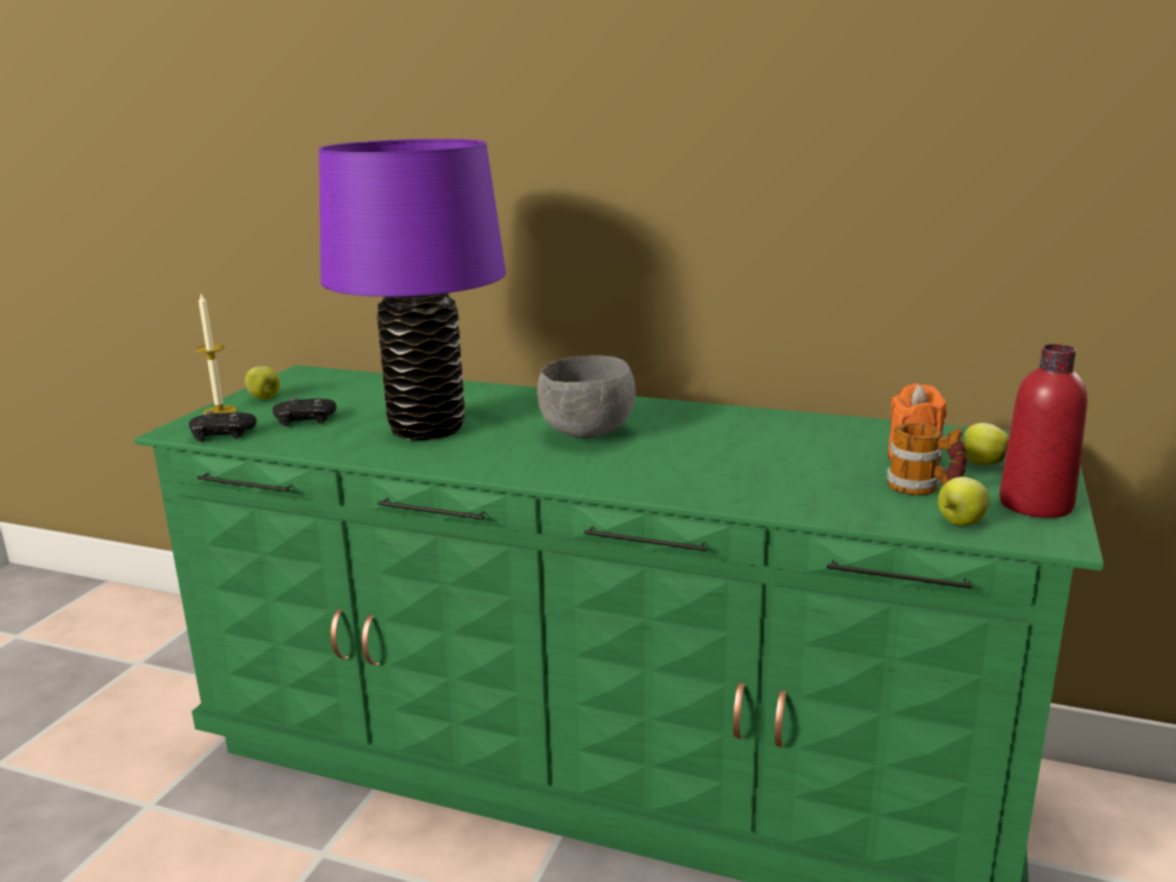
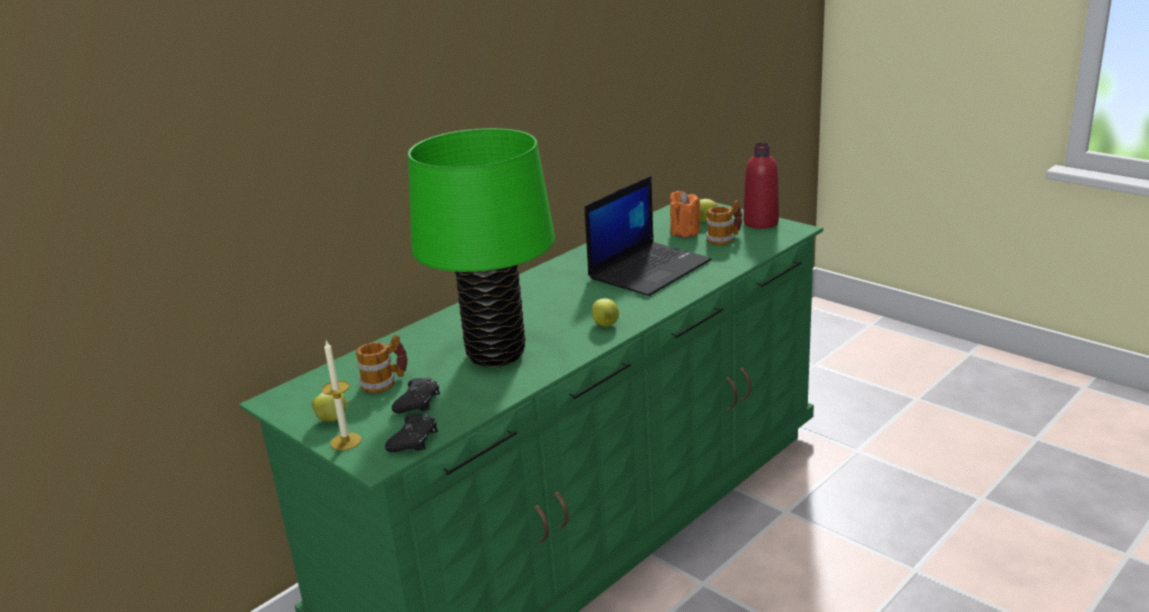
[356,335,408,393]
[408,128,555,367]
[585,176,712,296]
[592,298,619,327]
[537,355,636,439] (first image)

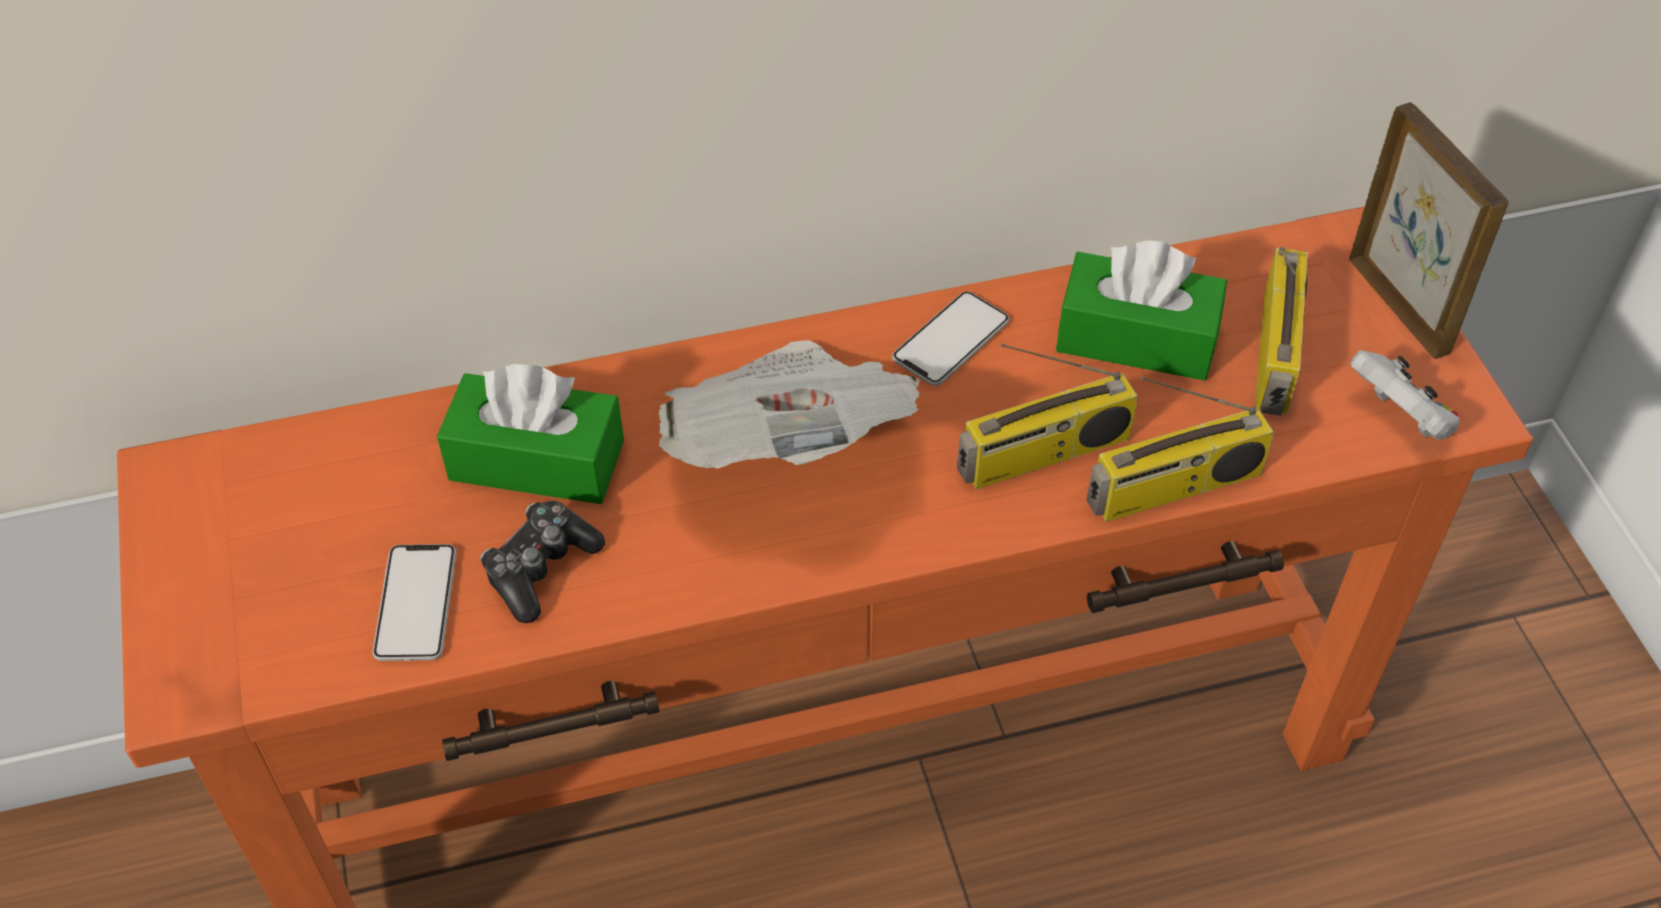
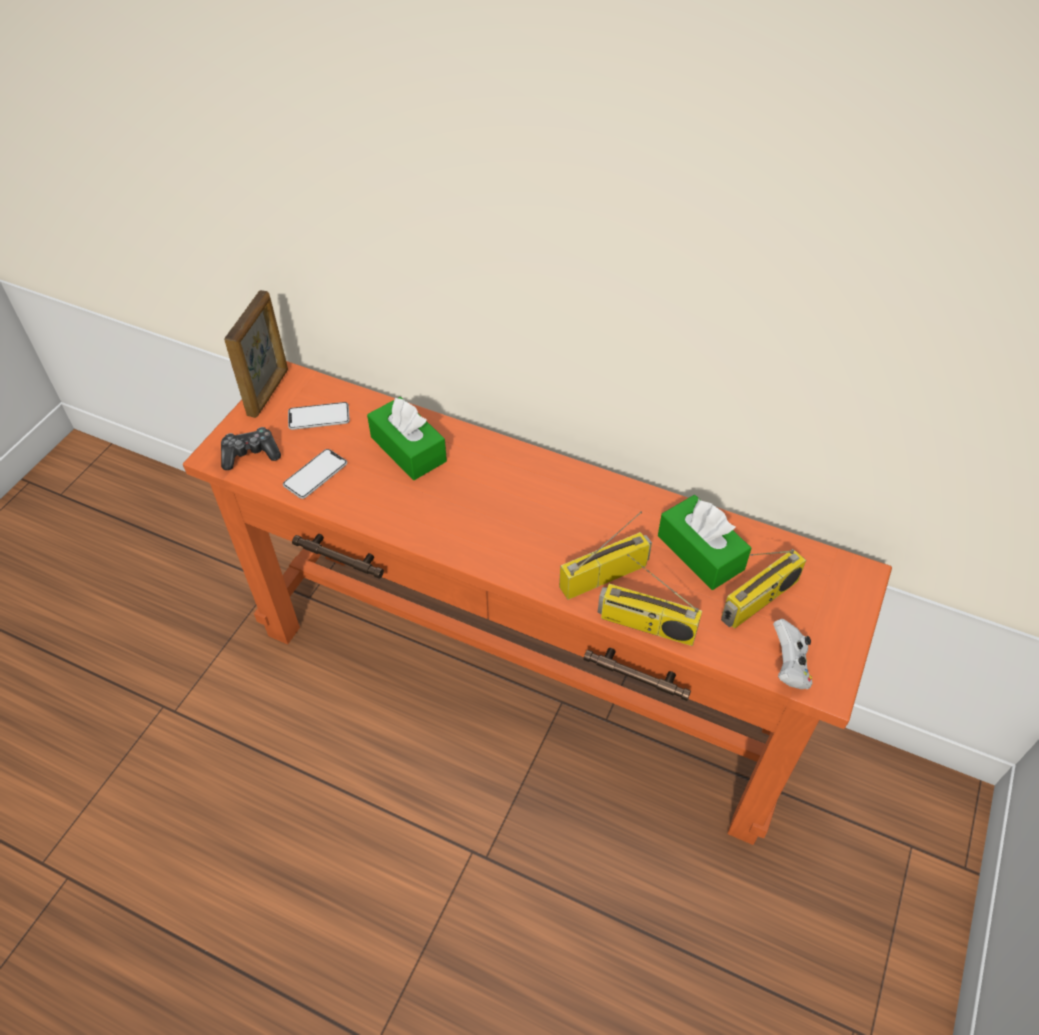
[221,427,281,470]
[224,290,288,418]
[288,402,350,430]
[559,512,652,600]
[658,340,920,469] (first image)

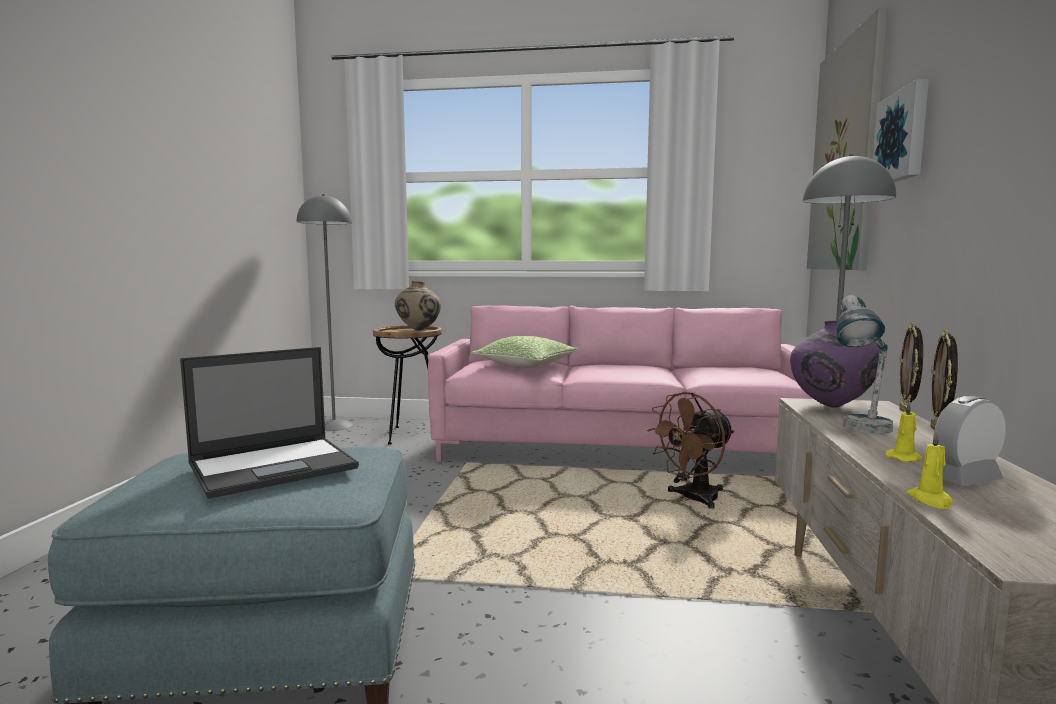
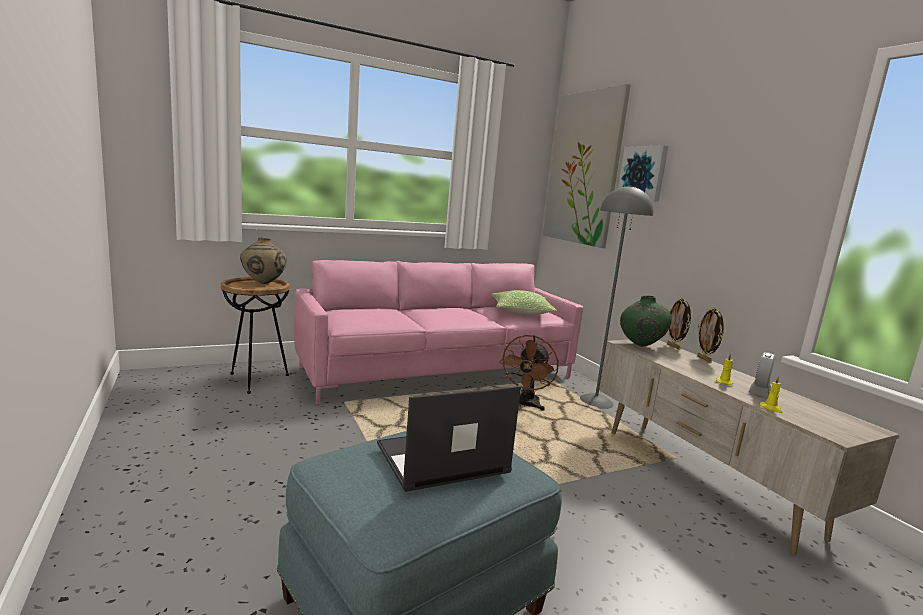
[377,385,521,492]
[492,290,557,315]
[620,295,672,347]
[297,194,354,431] (first image)
[836,295,893,434] (first image)

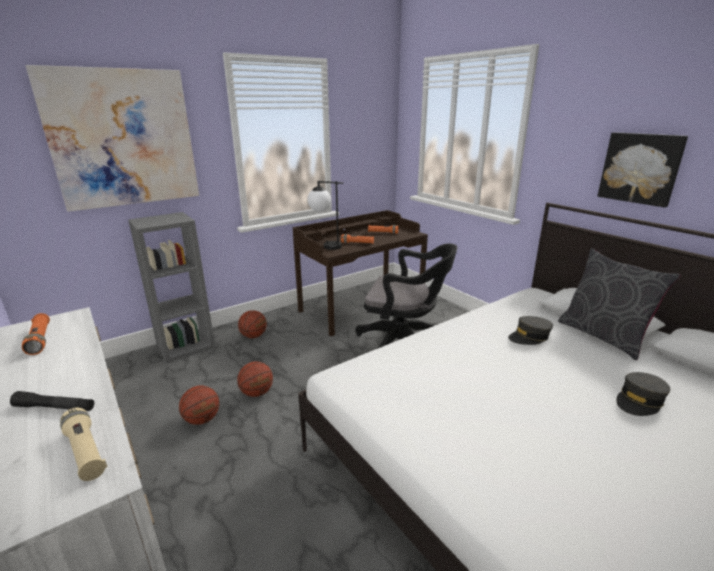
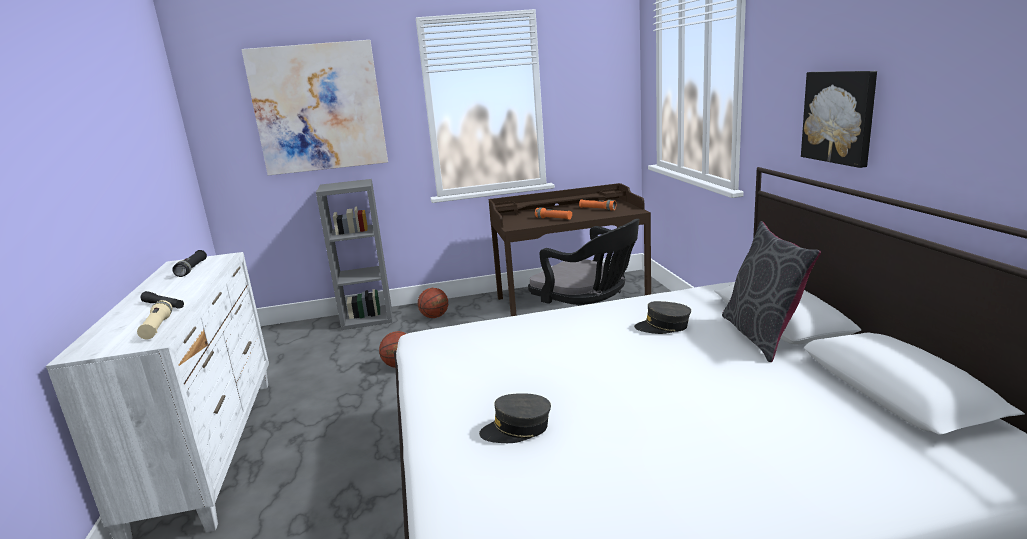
[172,250,207,277]
[479,393,551,443]
[179,385,219,425] (first image)
[307,181,343,250] (first image)

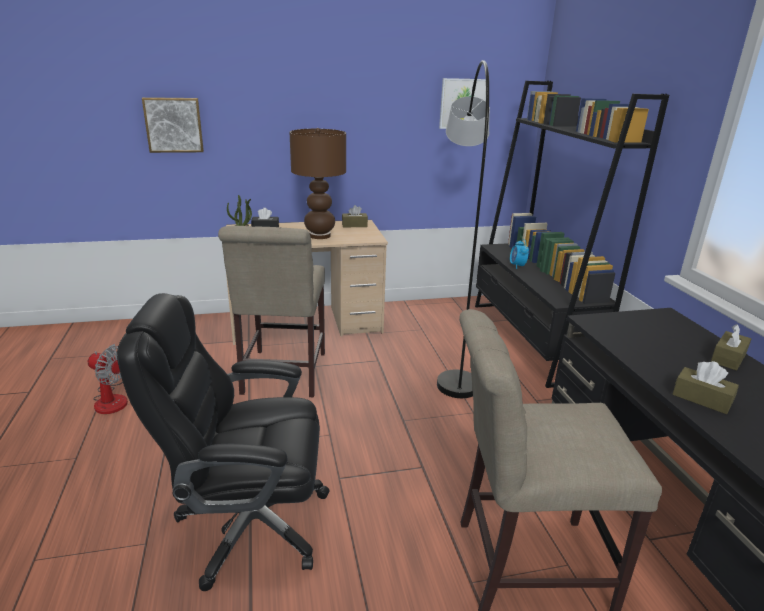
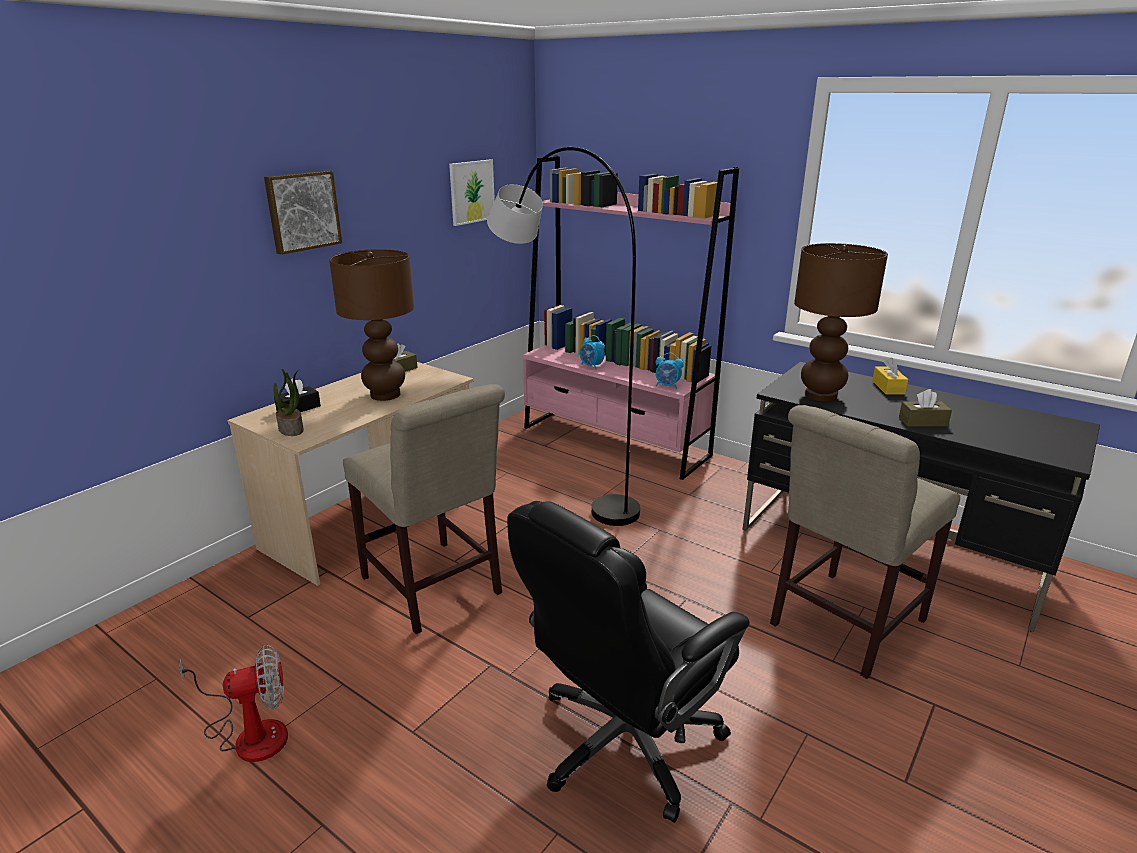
[264,170,342,255]
[523,155,739,480]
[655,353,684,389]
[794,243,888,401]
[872,358,908,395]

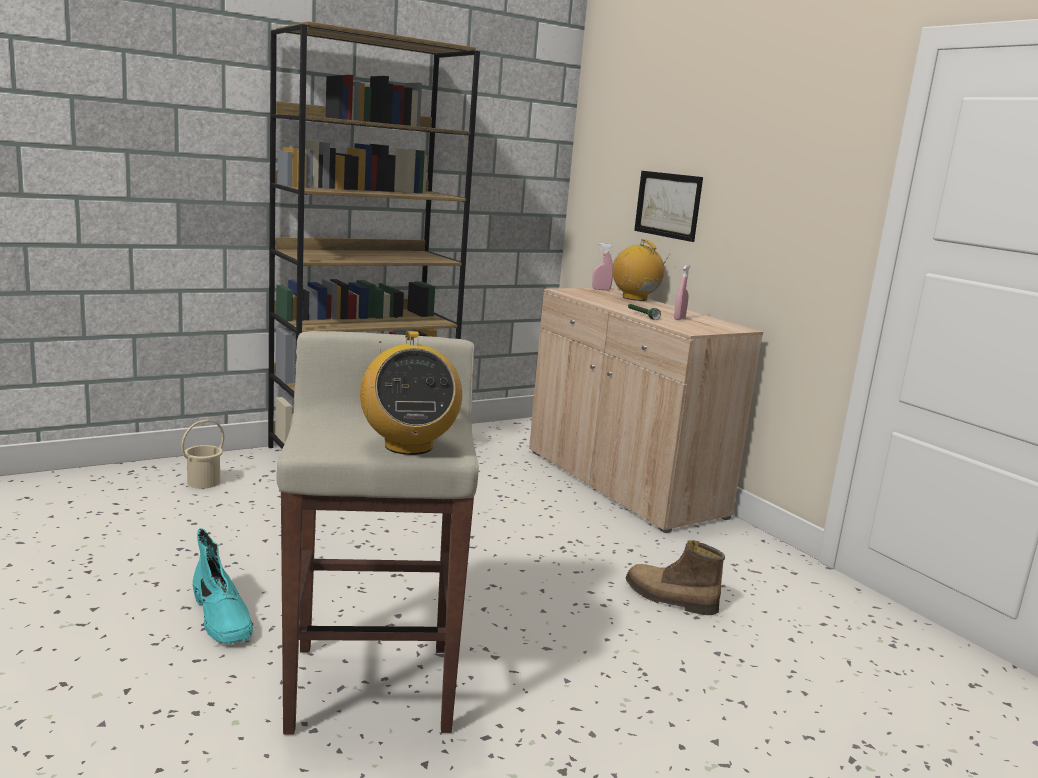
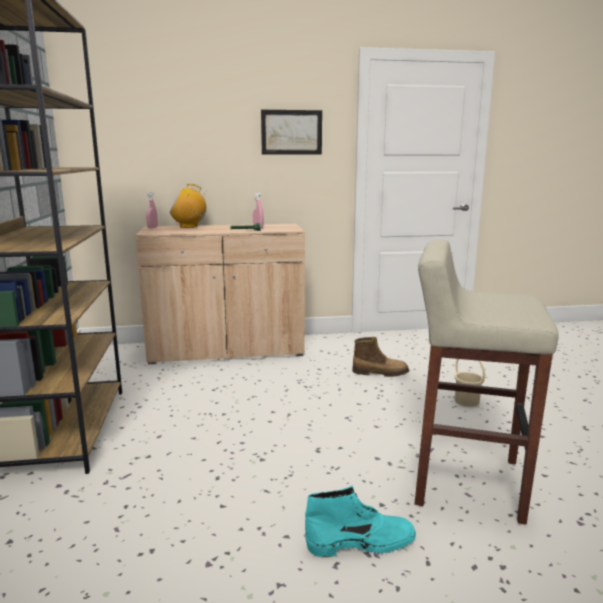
[261,110,322,155]
[352,337,409,377]
[454,359,485,407]
[360,331,462,455] (first image)

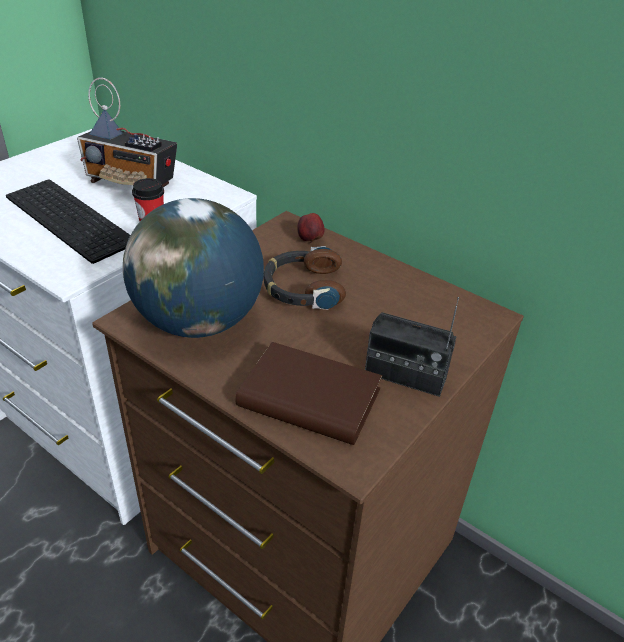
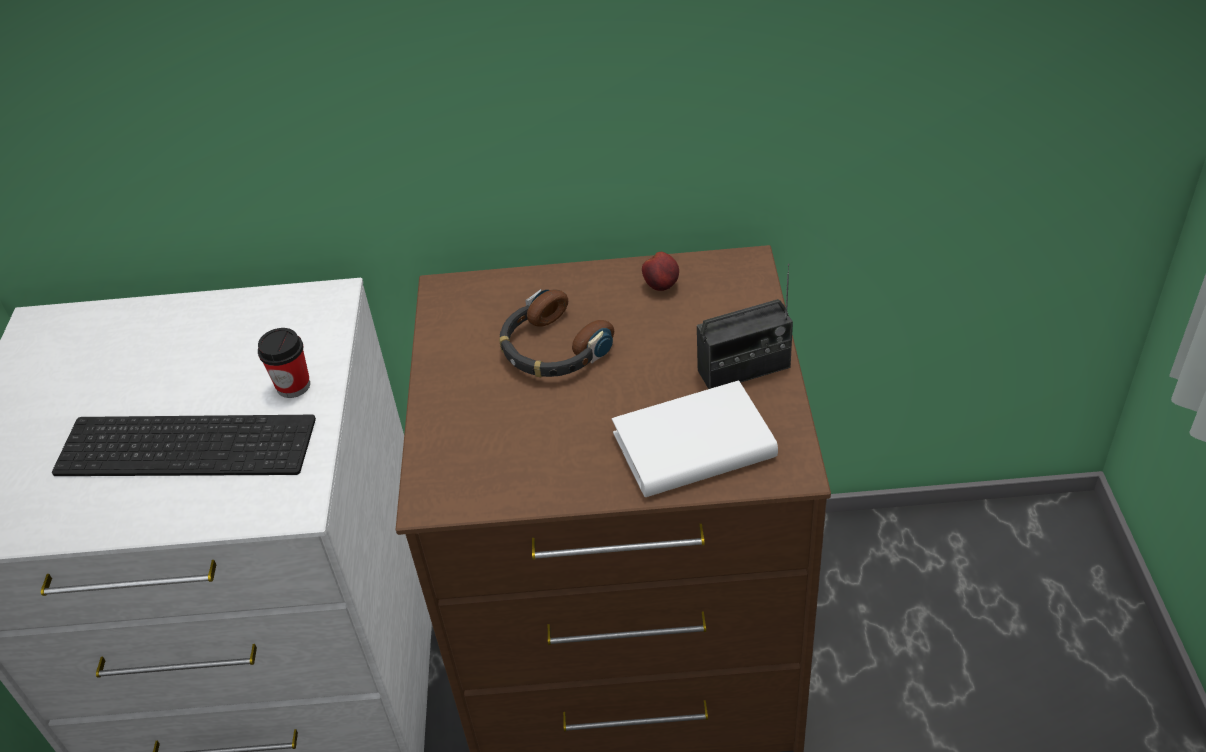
[612,380,778,497]
[642,252,679,291]
[77,77,177,187] (first image)
[123,198,264,338] (first image)

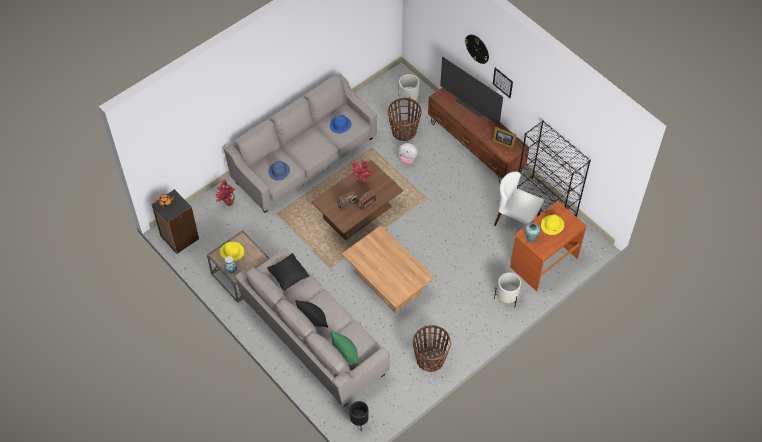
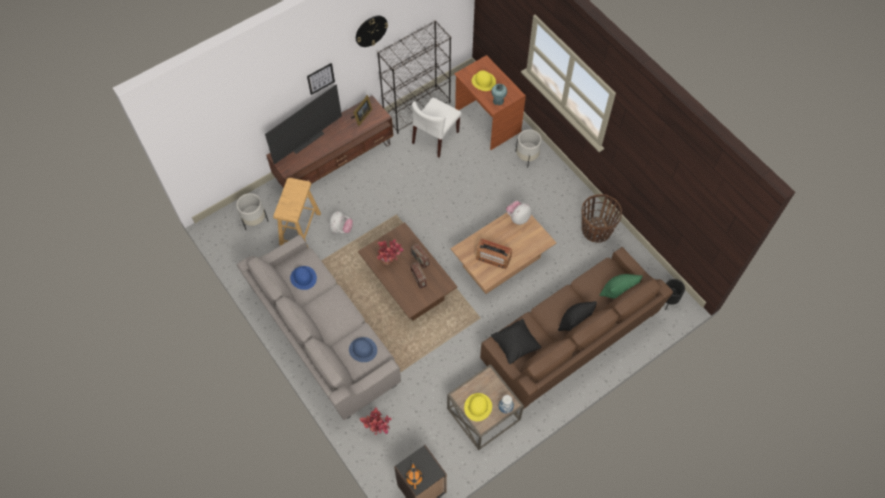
[273,178,321,247]
[356,16,388,47]
[476,238,512,269]
[480,247,673,409]
[506,201,532,225]

